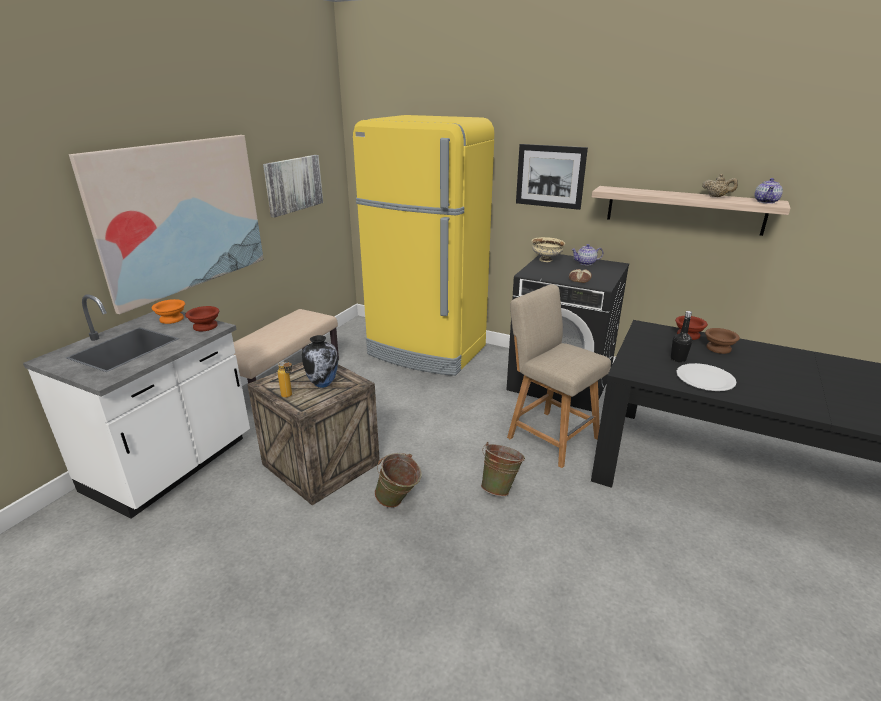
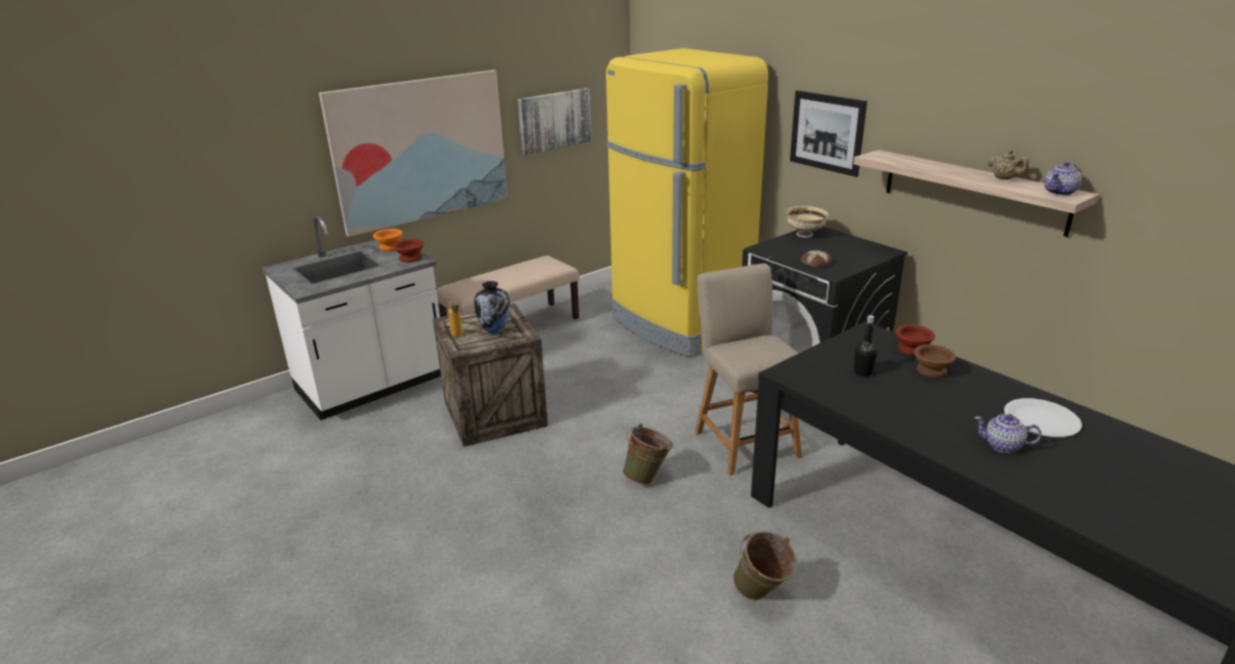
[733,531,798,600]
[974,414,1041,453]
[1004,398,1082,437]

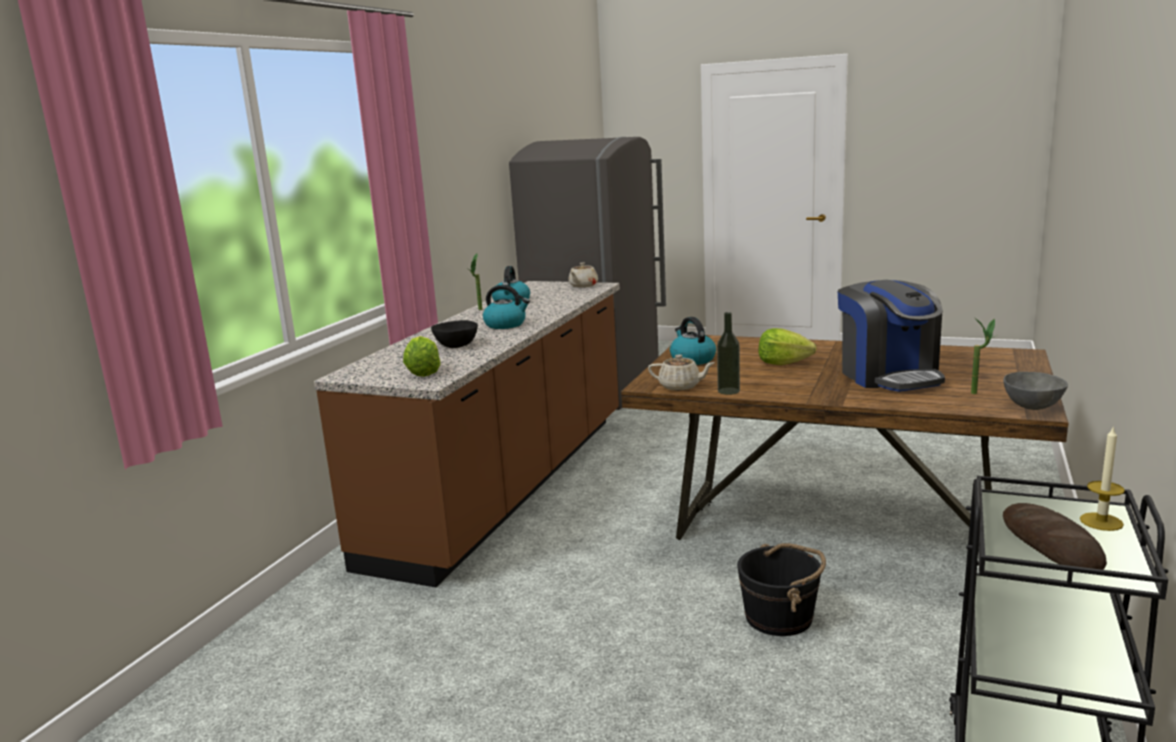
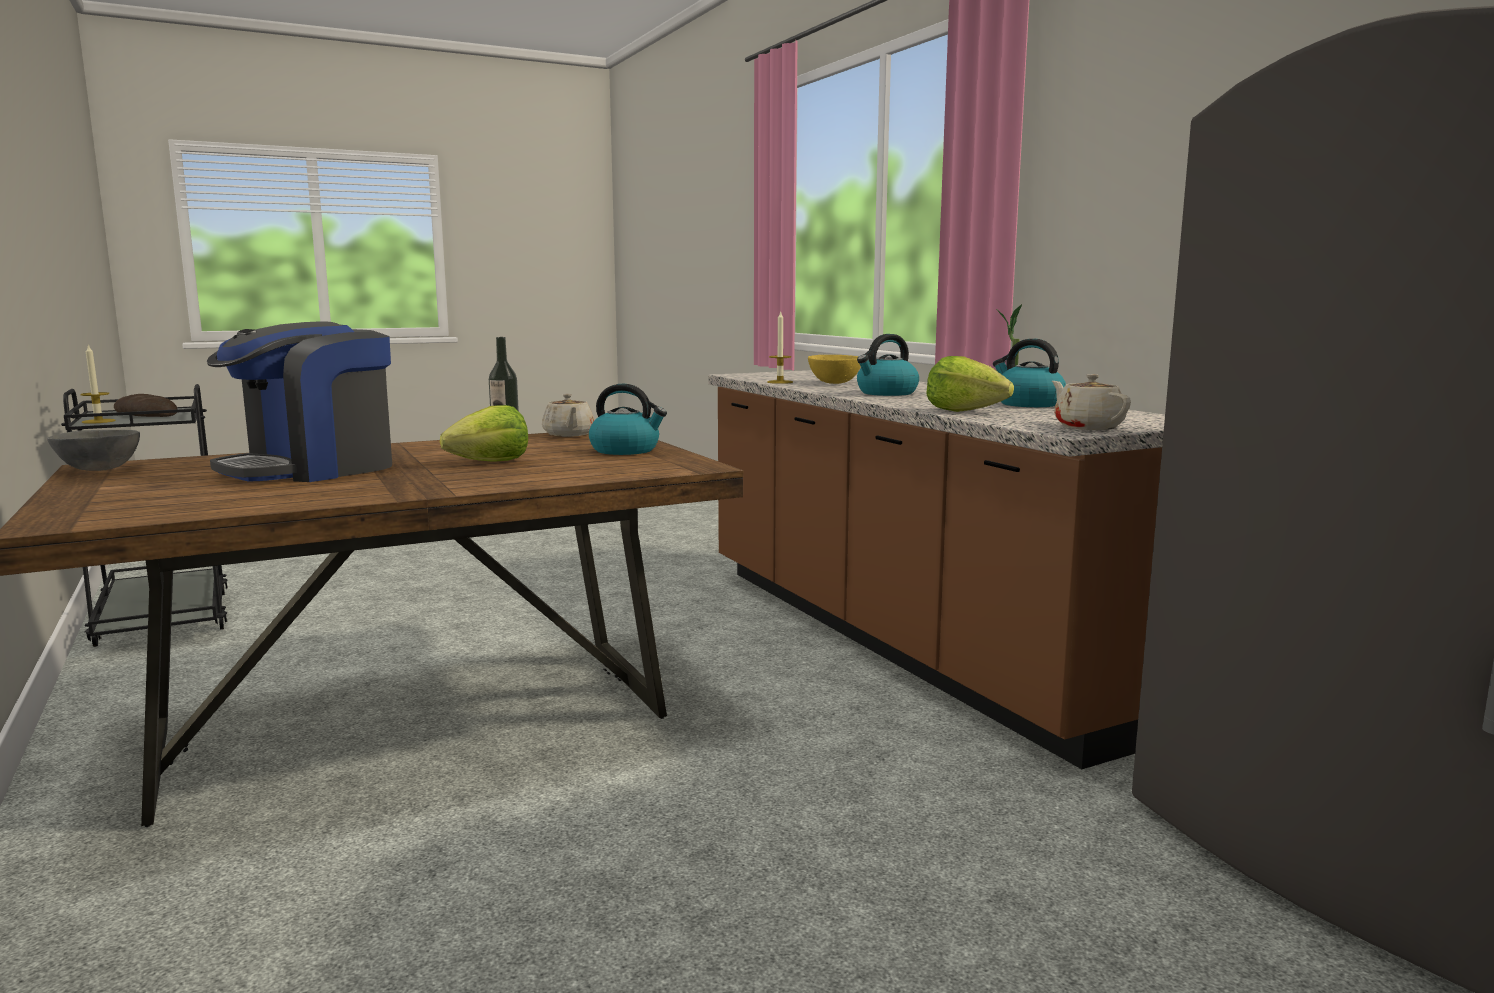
[207,321,392,482]
[542,394,594,437]
[767,310,793,384]
[808,355,861,384]
[926,356,1014,412]
[737,543,826,636] (first image)
[971,317,995,394] (first image)

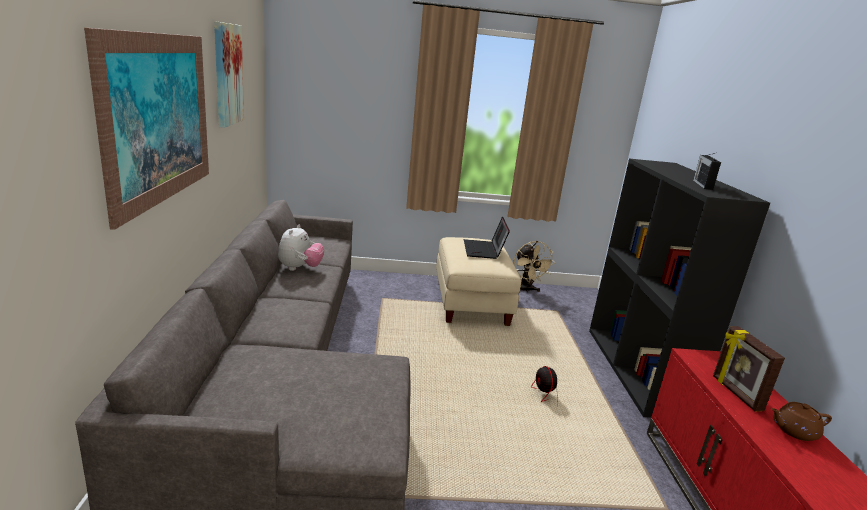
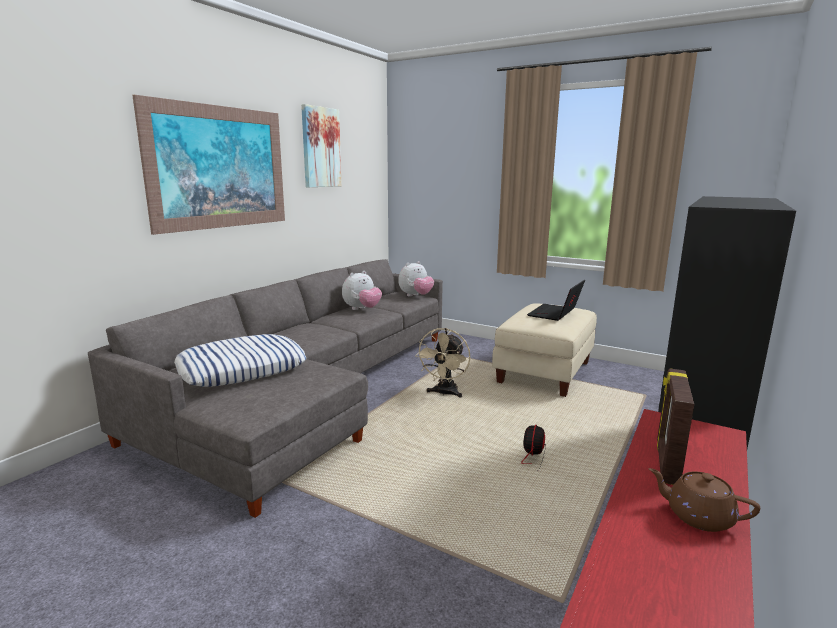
[174,334,306,387]
[398,261,434,296]
[415,328,470,397]
[693,153,721,190] (first image)

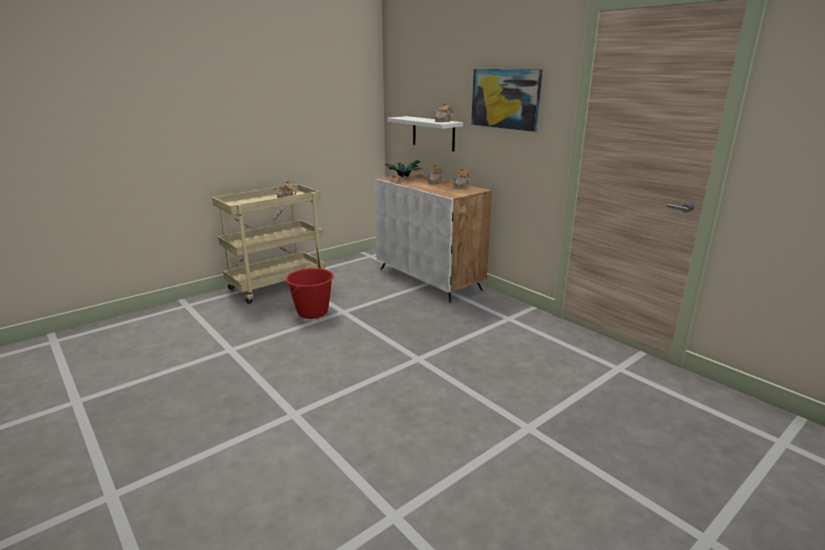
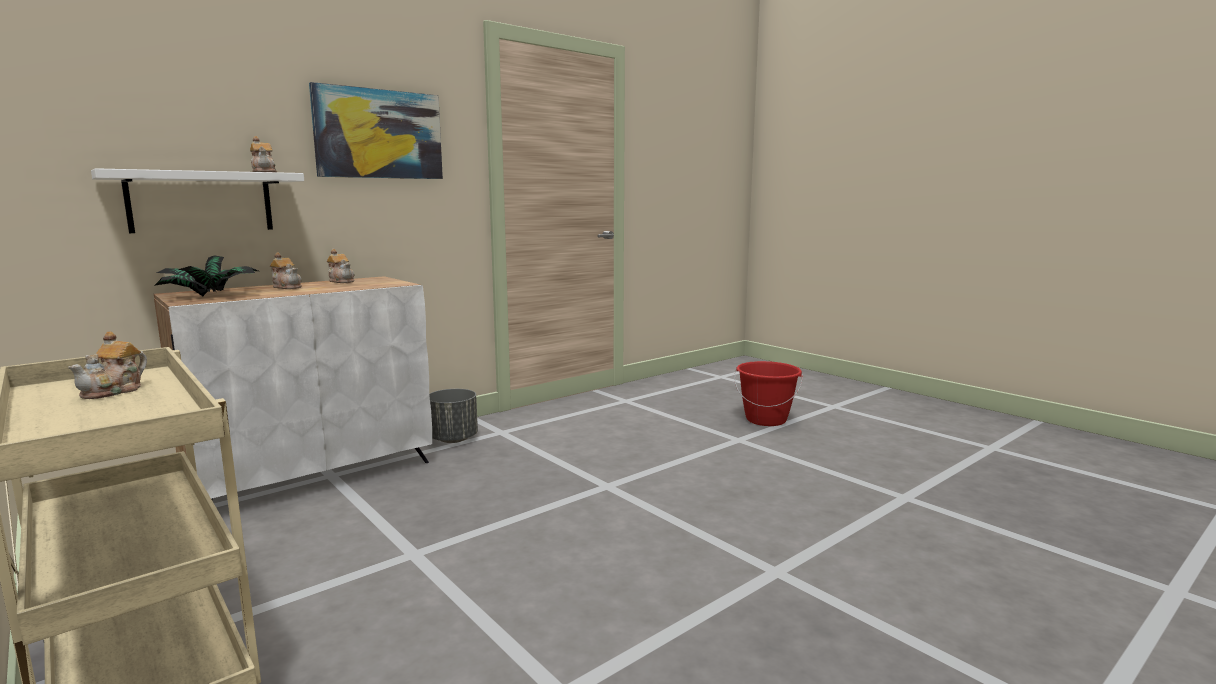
[429,389,478,443]
[734,361,803,426]

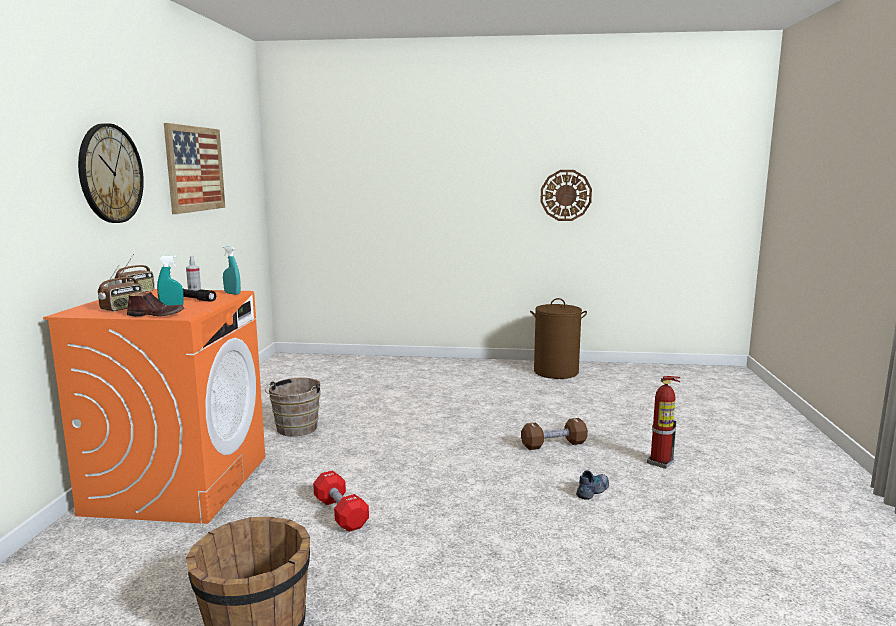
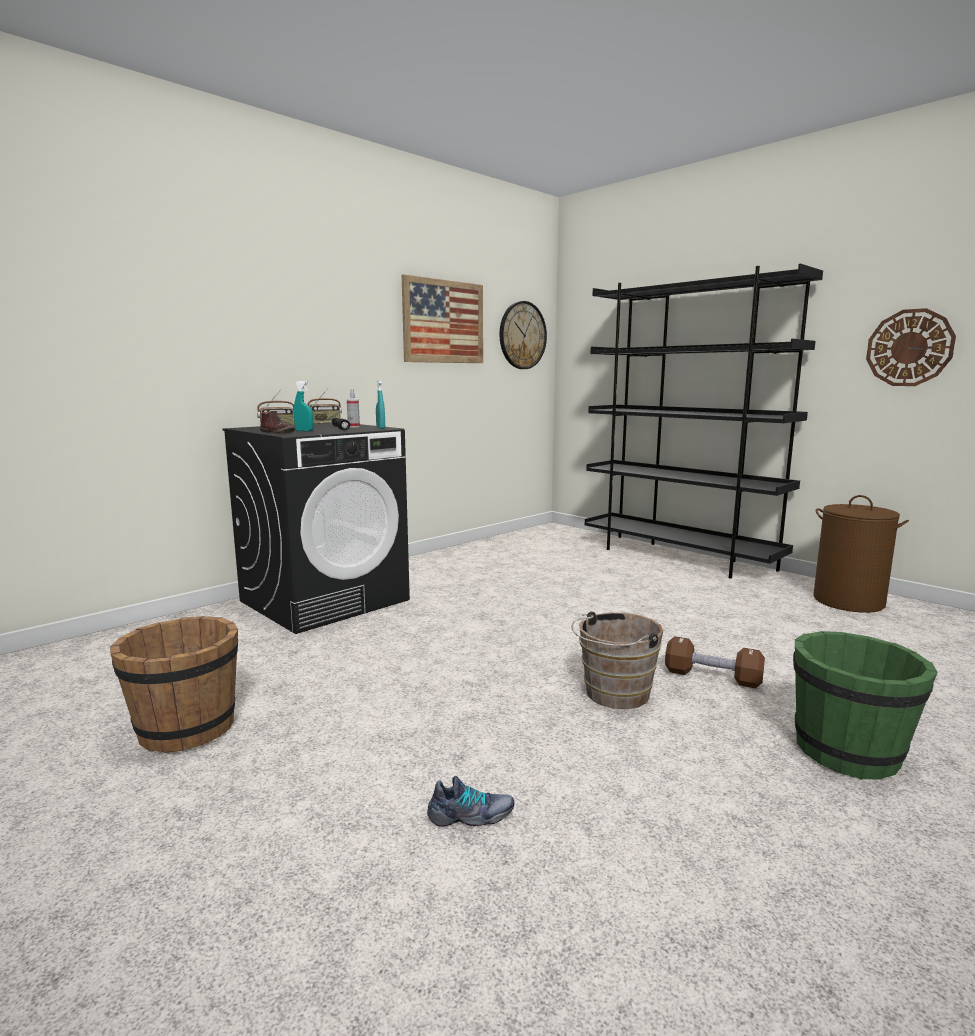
[223,423,410,634]
[427,776,514,827]
[500,301,547,369]
[571,611,663,709]
[585,263,823,579]
[793,631,937,779]
[313,471,369,532] (first image)

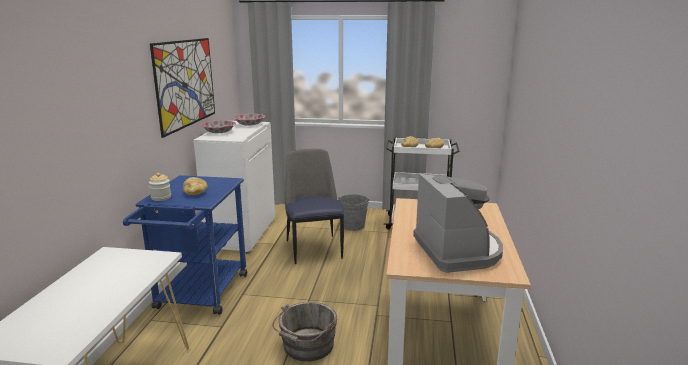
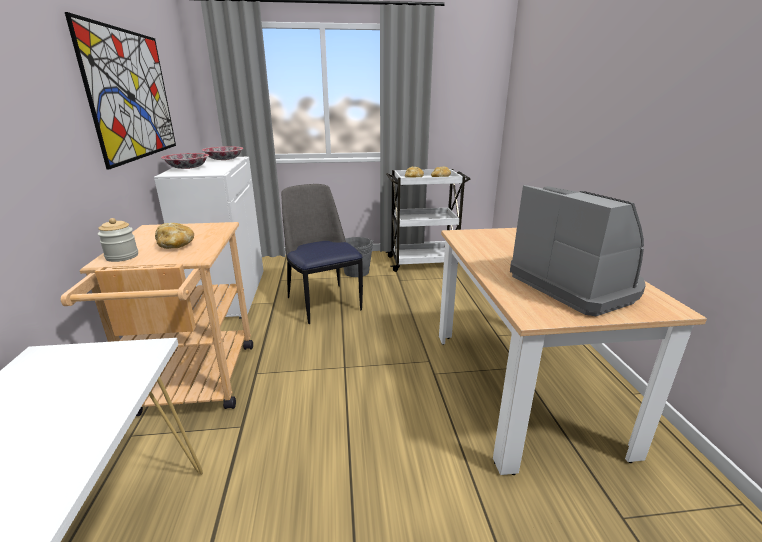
[61,222,253,416]
[272,302,337,361] (first image)

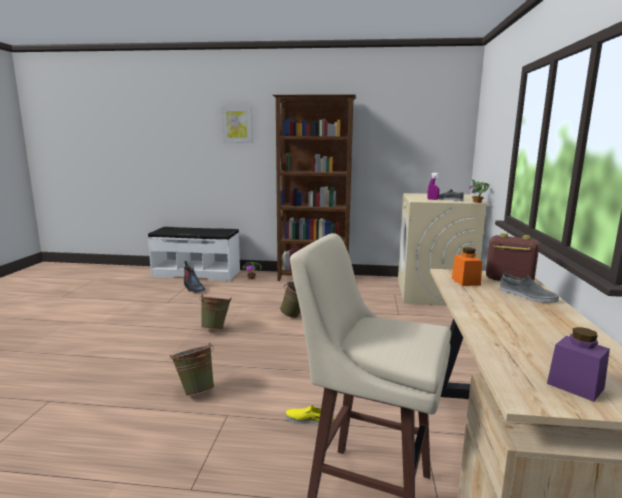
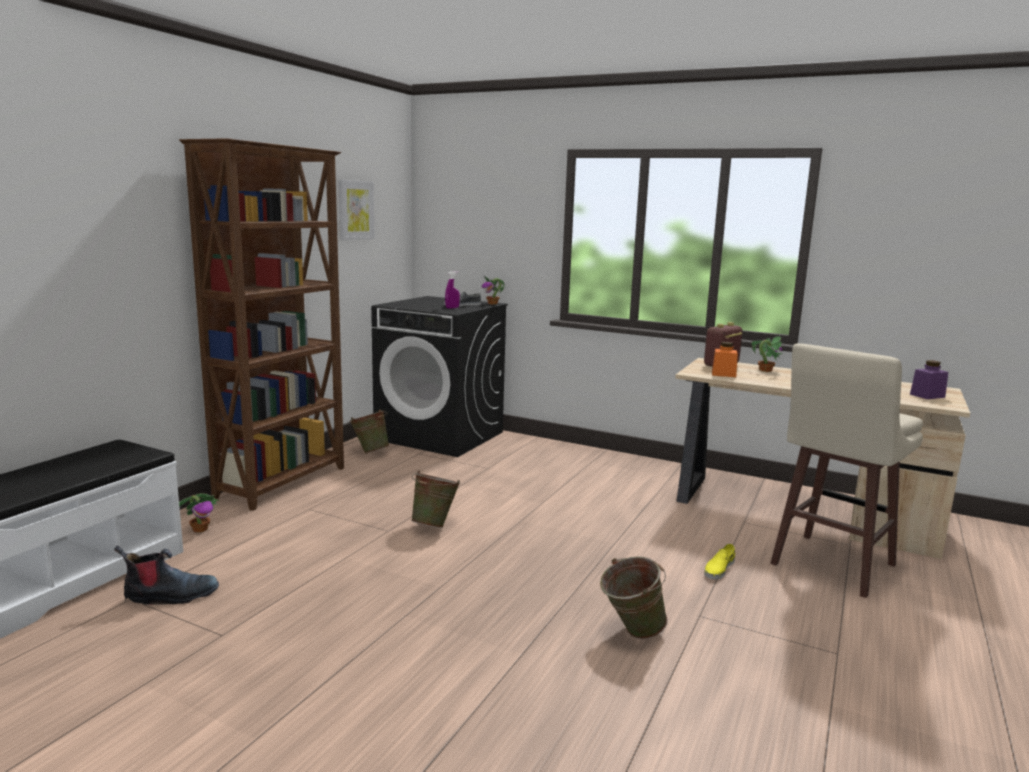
[338,180,375,240]
[349,409,389,454]
[371,296,508,457]
[751,336,782,372]

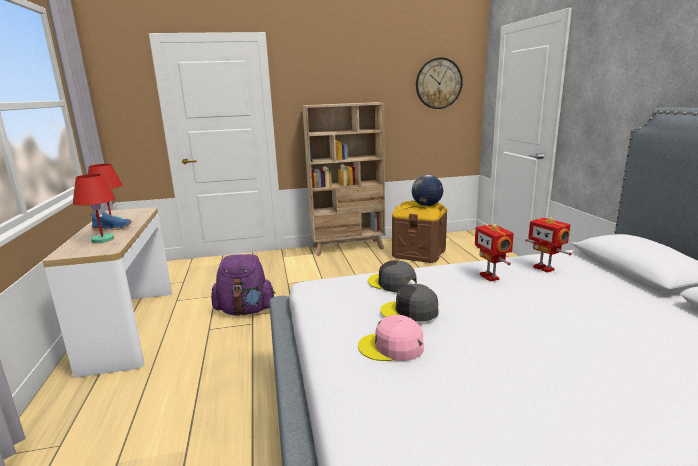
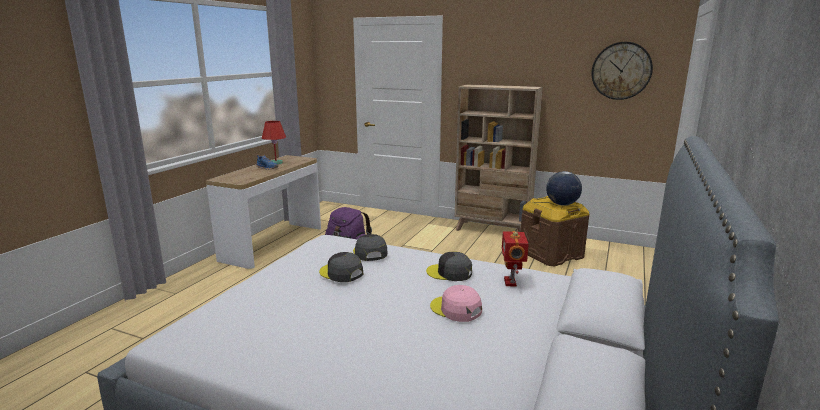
[426,252,472,281]
[430,285,482,322]
[73,174,115,243] (first image)

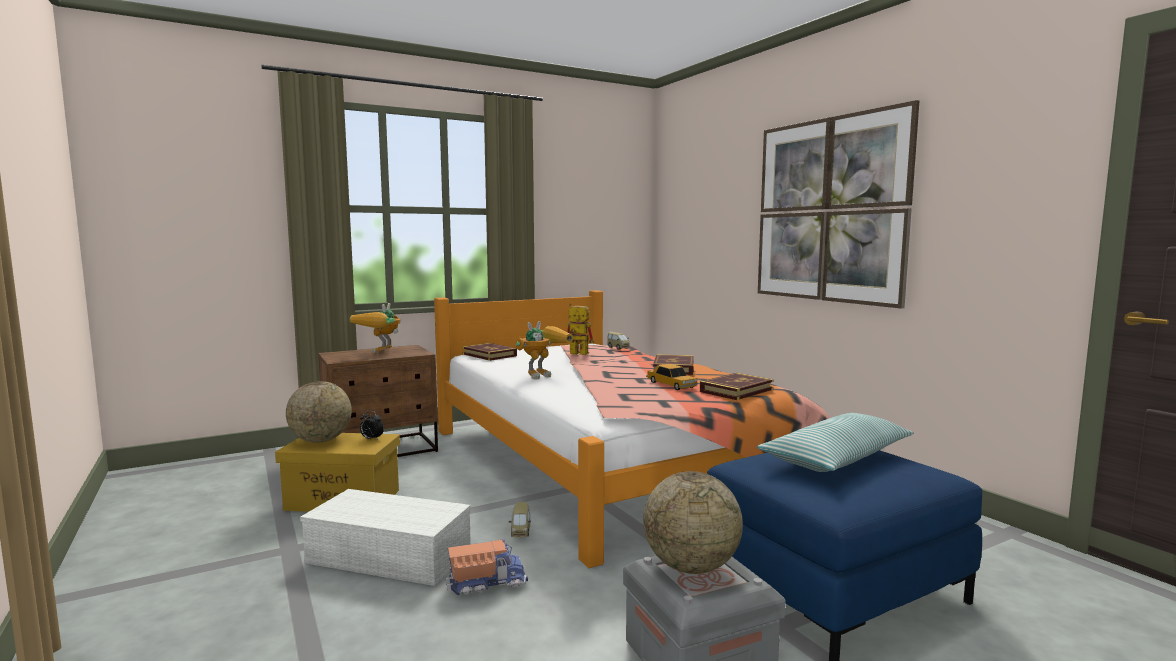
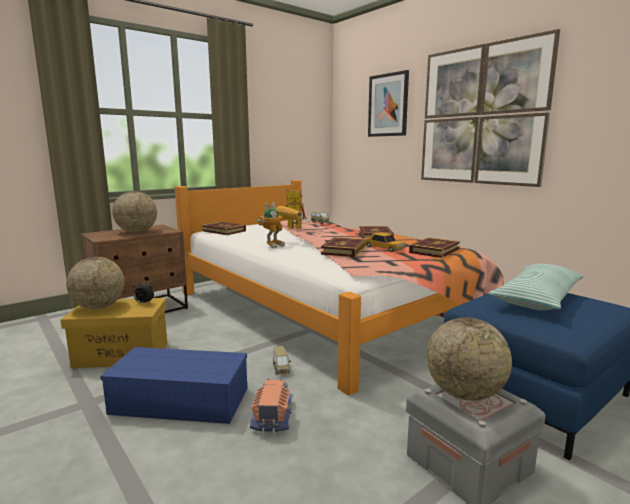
[100,347,247,424]
[112,191,157,233]
[250,379,294,436]
[321,237,366,257]
[368,70,409,137]

